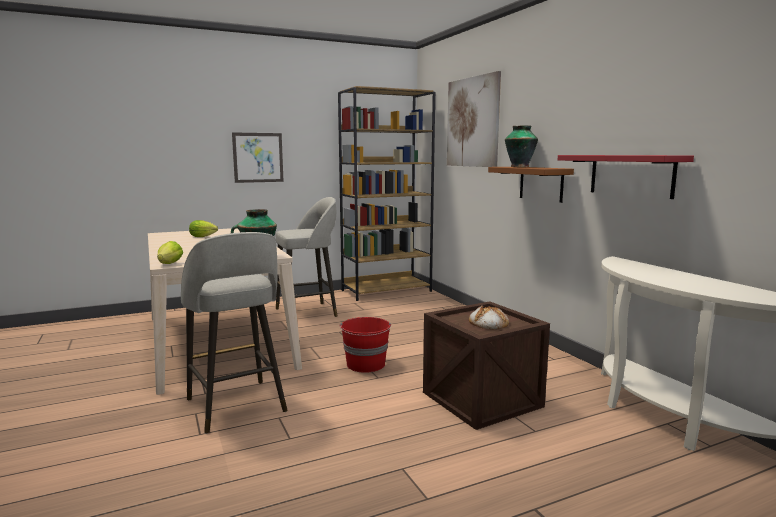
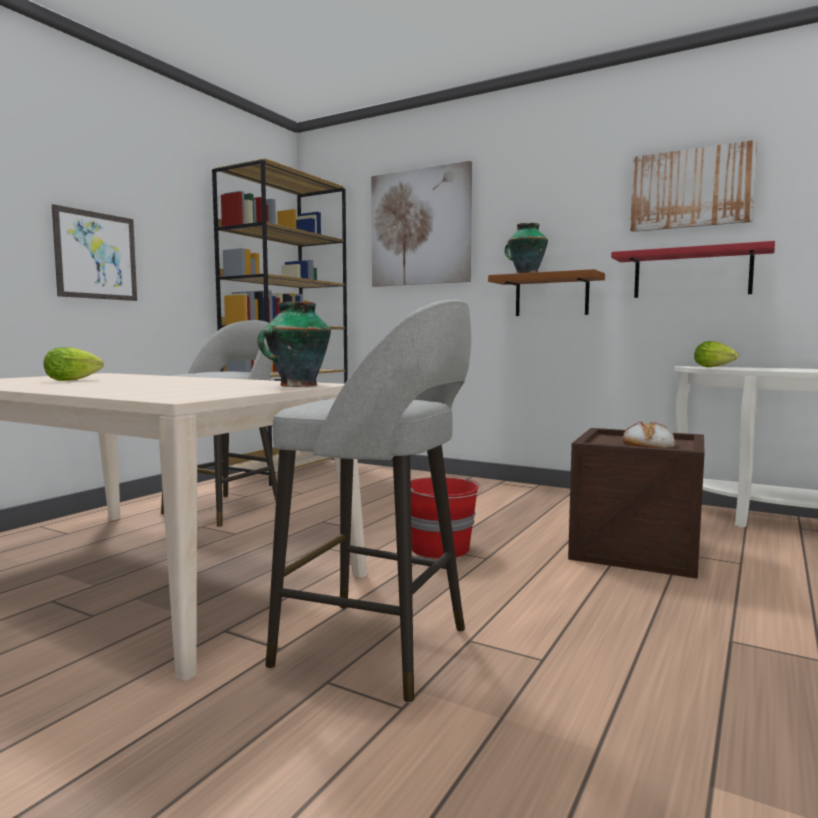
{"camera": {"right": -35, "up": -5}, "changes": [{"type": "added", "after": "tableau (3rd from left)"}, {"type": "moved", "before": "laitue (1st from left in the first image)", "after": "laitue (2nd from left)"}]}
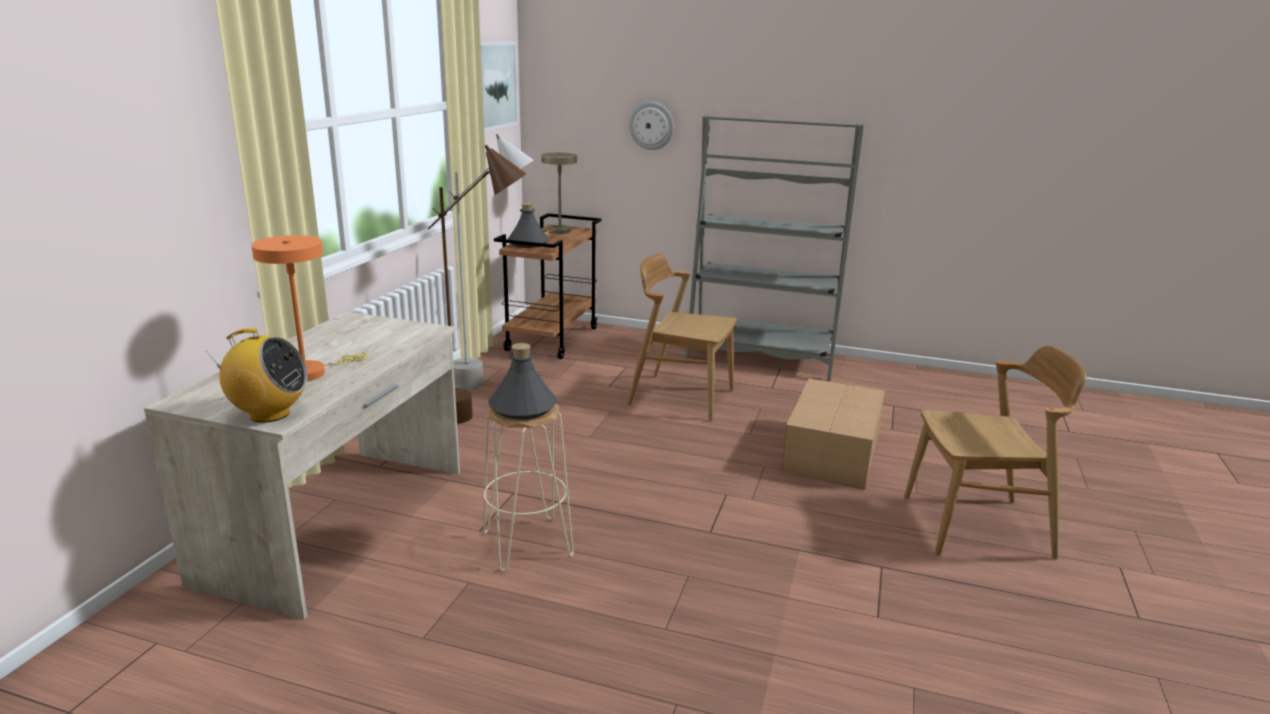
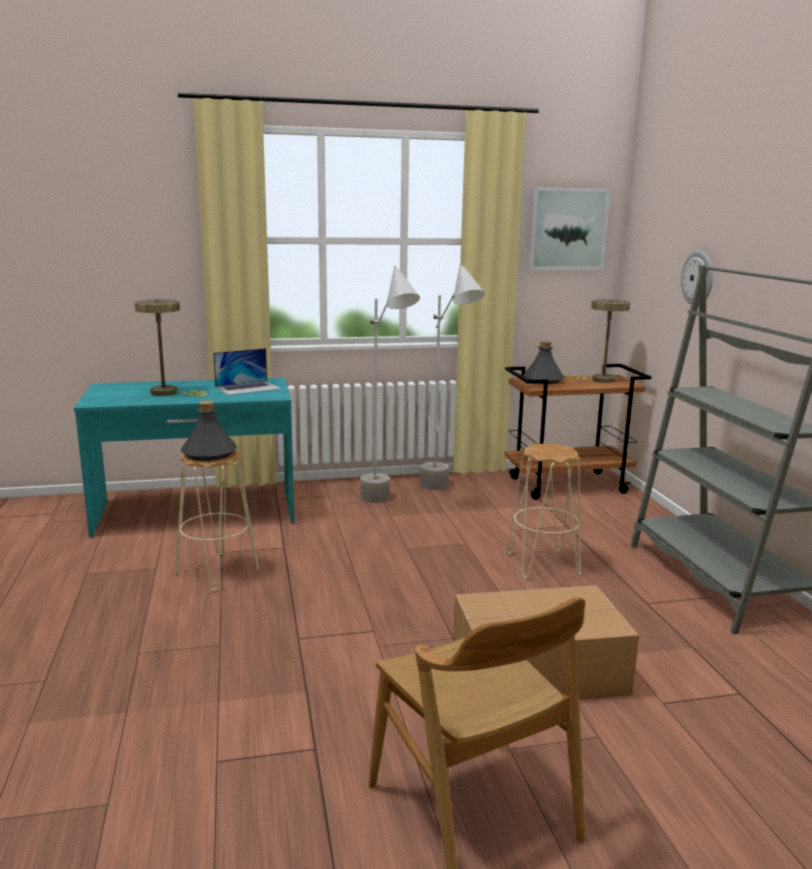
{"camera": {"right": 60, "up": -5}, "changes": [{"type": "removed", "before": "radio"}, {"type": "added", "after": "ordinateur portable"}, {"type": "replaced", "before": "chaise/marron (1st from left)", "after": "tabouret/beige (2nd from left)"}, {"type": "recoloured", "before": "bureau/beige", "after": "bureau/turquoise"}, {"type": "recoloured", "before": "lampe de table/orange", "after": "lampe de table/beige (1st from left)"}, {"type": "recoloured", "before": "lampadaire/marron", "after": "lampadaire/gris (1st from left)"}]}
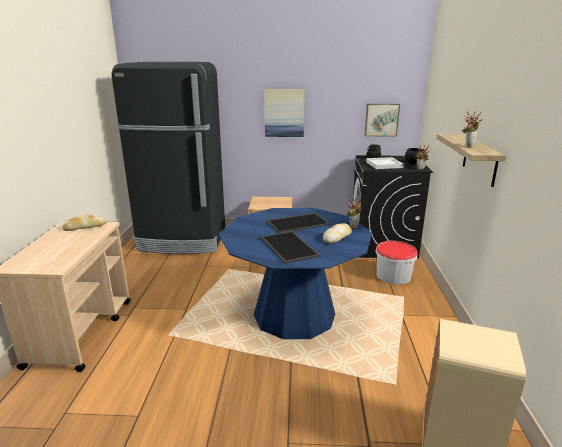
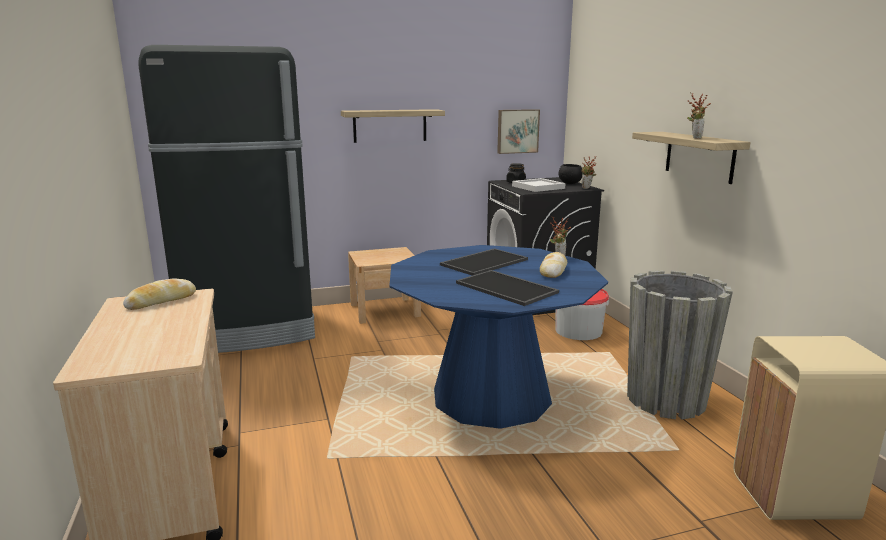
{"camera": {"right": -20, "up": -5}, "changes": [{"type": "added", "after": "cache-pot/gris"}, {"type": "replaced", "before": "tableau (1st from left)", "after": "étagère (1st from left)"}]}
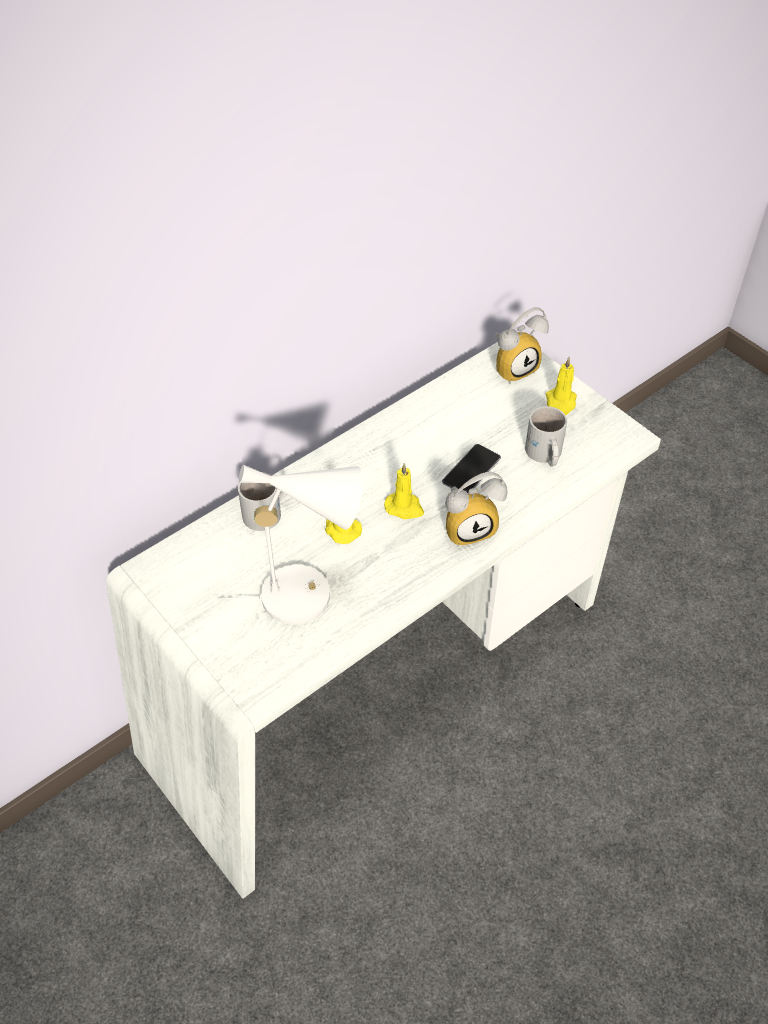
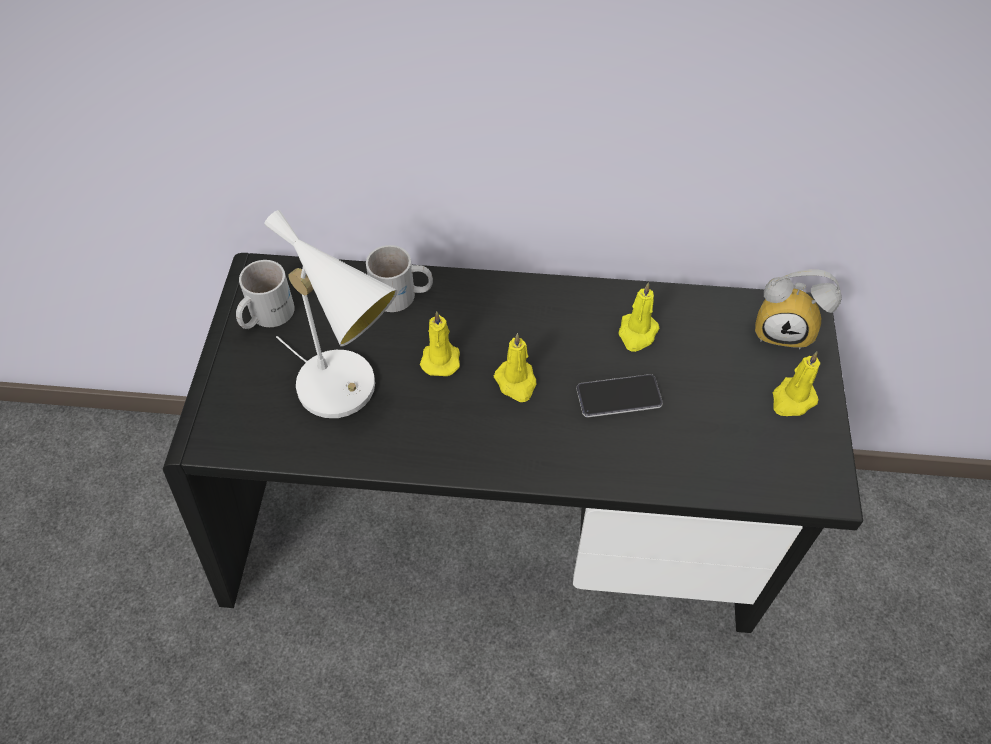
{"camera": {"right": 45, "up": 5}, "changes": [{"type": "removed", "before": "réveil (1st from left)"}, {"type": "added", "after": "bougie/jaune (3rd from left)"}, {"type": "moved", "before": "mug/blanc (2nd from left in the first image)", "after": "mug/blanc (1st from left)"}, {"type": "recoloured", "before": "bureau/blanc", "after": "bureau/noir"}]}
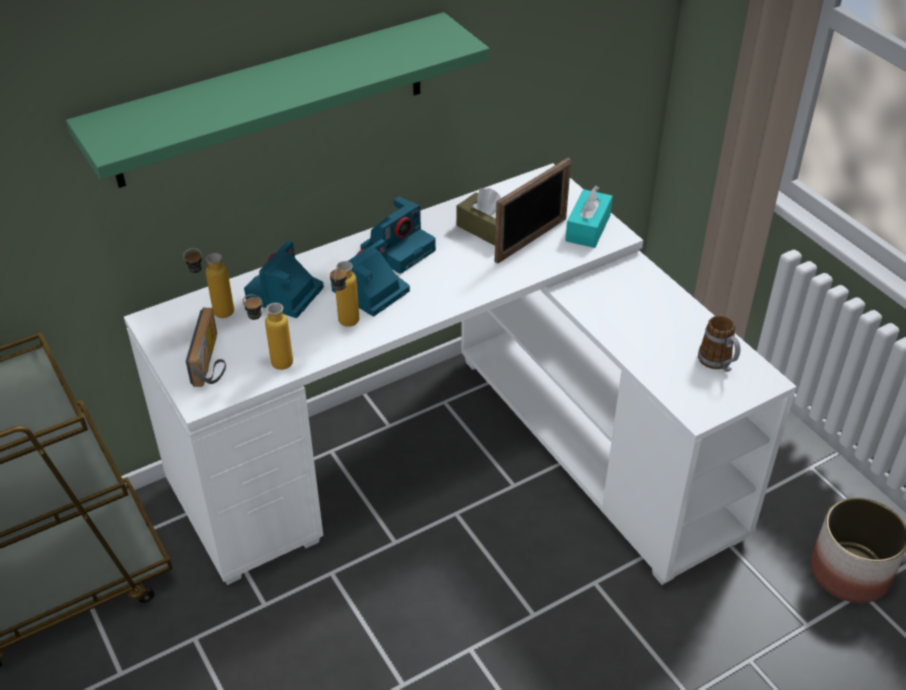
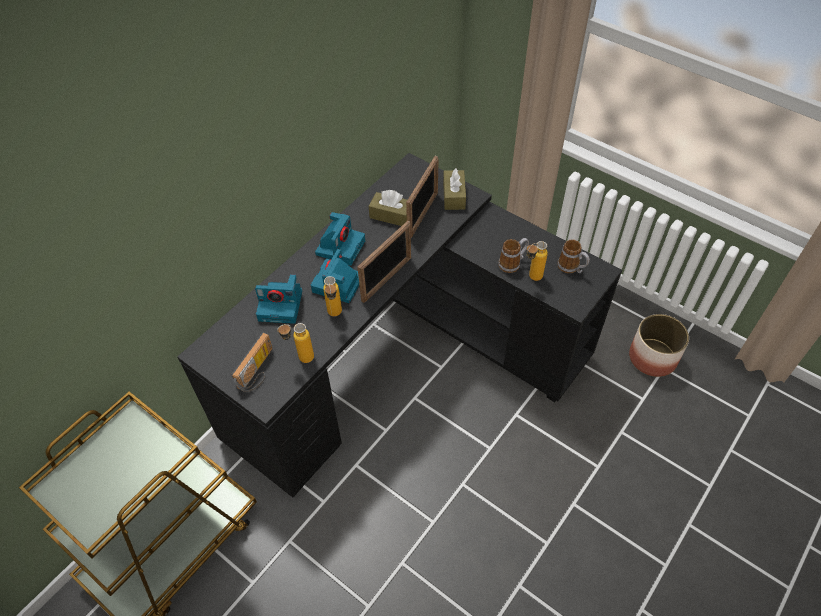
{"camera": {"right": -20, "up": 10}, "changes": [{"type": "removed", "before": "étagère/vert"}, {"type": "added", "after": "cadre photo (1st from left)"}, {"type": "added", "after": "mug (1st from left)"}, {"type": "moved", "before": "bouteille (1st from left in the first image)", "after": "bouteille (3rd from left)"}, {"type": "recoloured", "before": "bureau/blanc", "after": "bureau/noir"}, {"type": "recoloured", "before": "boîte à mouchoirs/turquoise", "after": "boîte à mouchoirs/marron (2nd from left)"}, {"type": "turned", "before": "radio", "turn": 45}, {"type": "turned", "before": "appareil photo (1st from left)", "turn": -90}]}
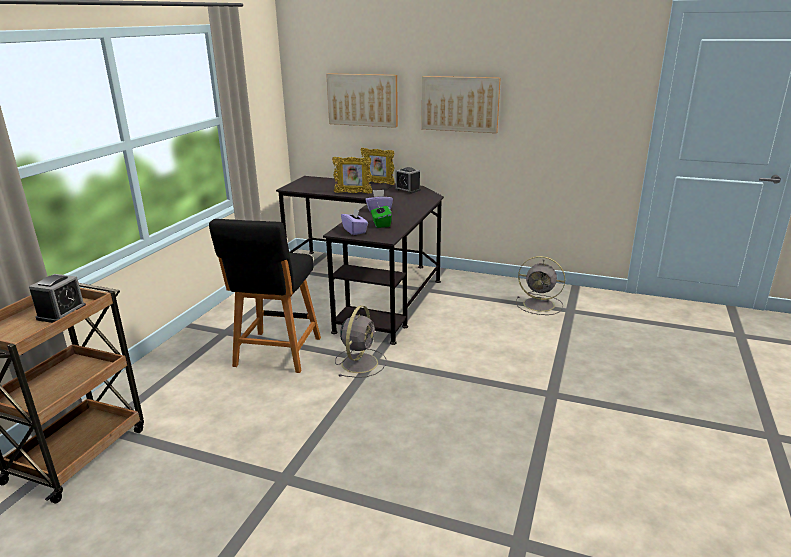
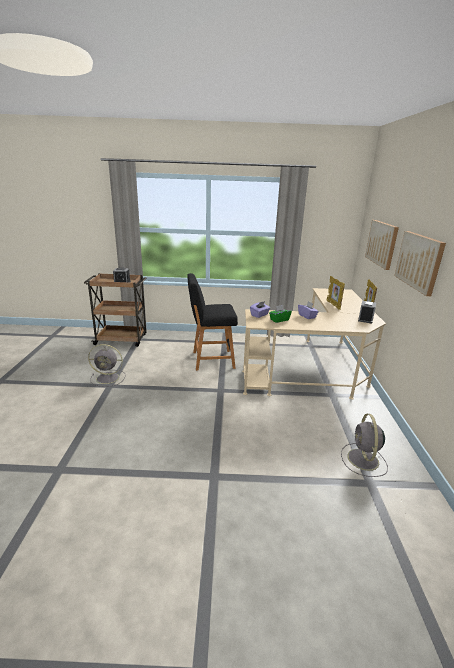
{"camera": {"right": 70, "up": 0}, "changes": [{"type": "moved", "before": "ventilateur/gris (1st from left)"}, {"type": "recoloured", "before": "bureau/noir", "after": "bureau/beige"}]}
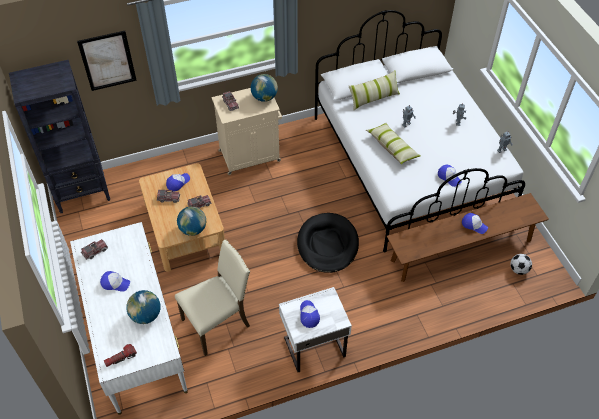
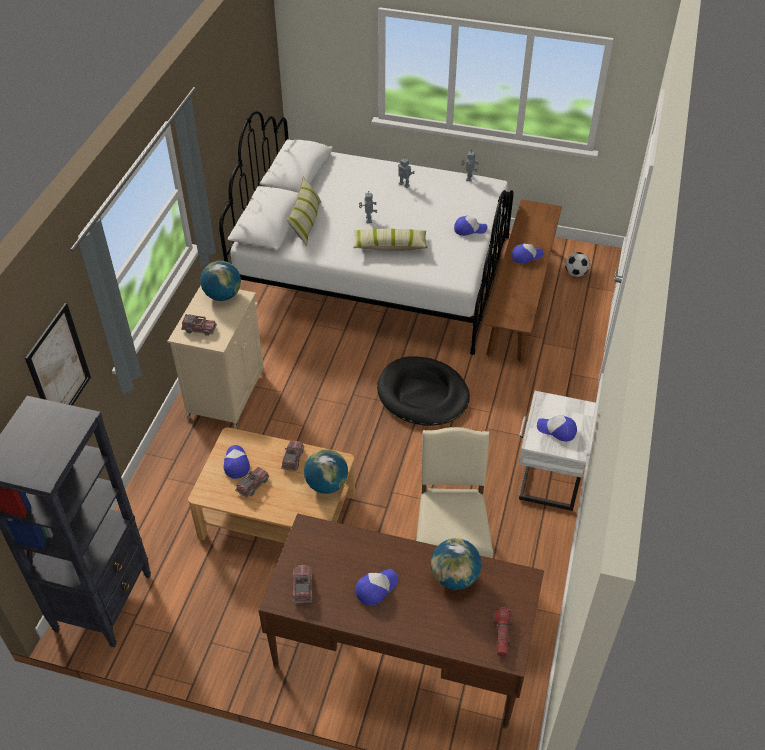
{"camera": {"right": -55, "up": -5}, "changes": [{"type": "recoloured", "before": "bureau/blanc", "after": "bureau/marron"}]}
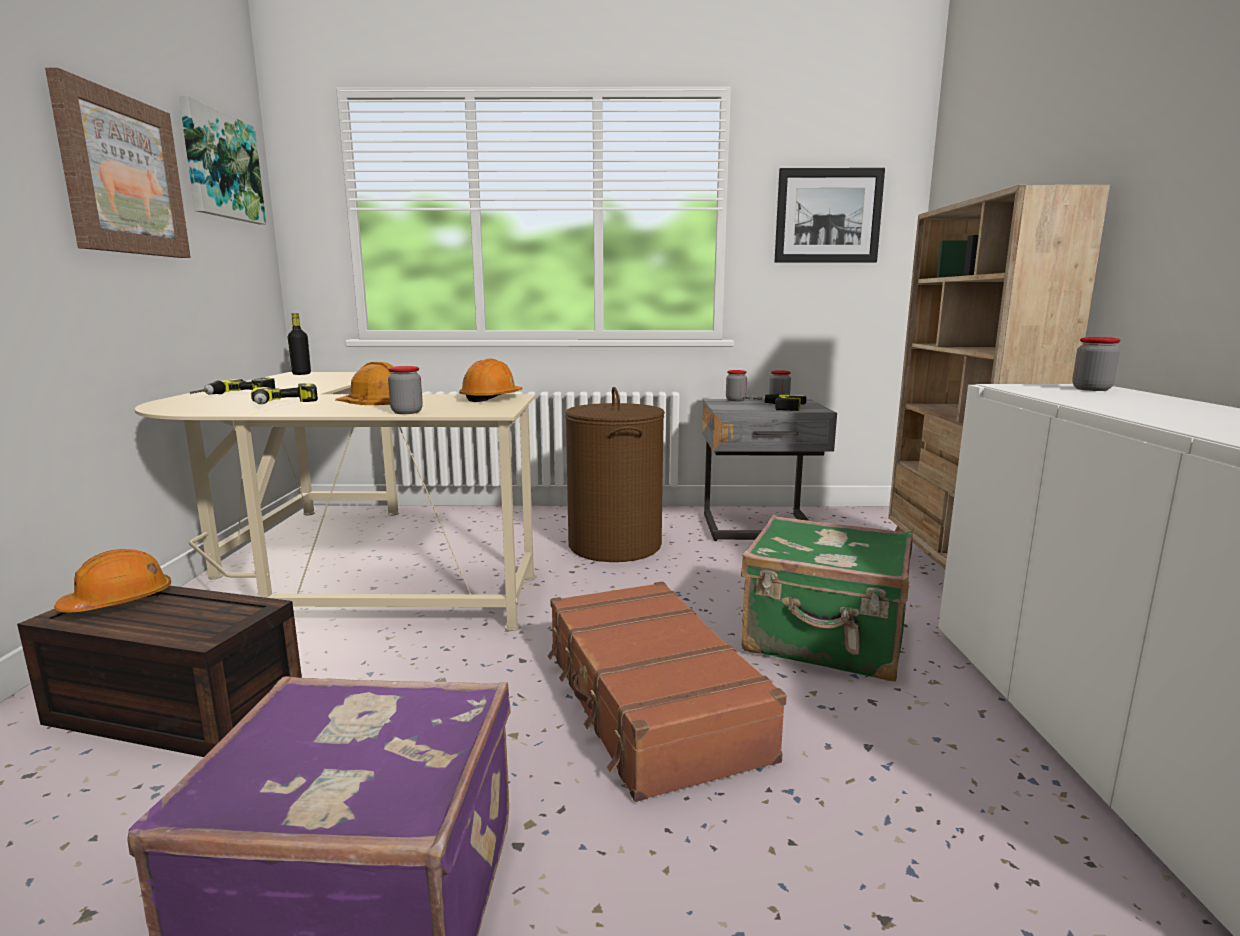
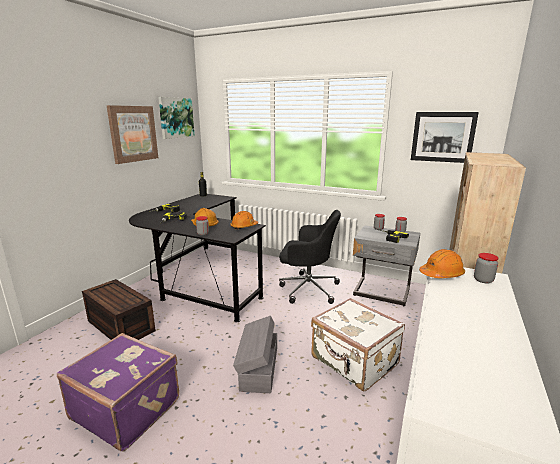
{"camera": {"right": 25, "up": 5}, "changes": [{"type": "moved", "before": "casque de chantier/orange (1st from left in the first image)", "after": "casque de chantier/orange (3rd from left)"}, {"type": "replaced", "before": "valise/marron", "after": "boîte de rangement/gris"}, {"type": "replaced", "before": "panier à linge/marron", "after": "chaise de bureau/noir"}, {"type": "recoloured", "before": "bureau/beige", "after": "bureau/noir"}, {"type": "recoloured", "before": "valise/vert", "after": "valise/blanc"}]}
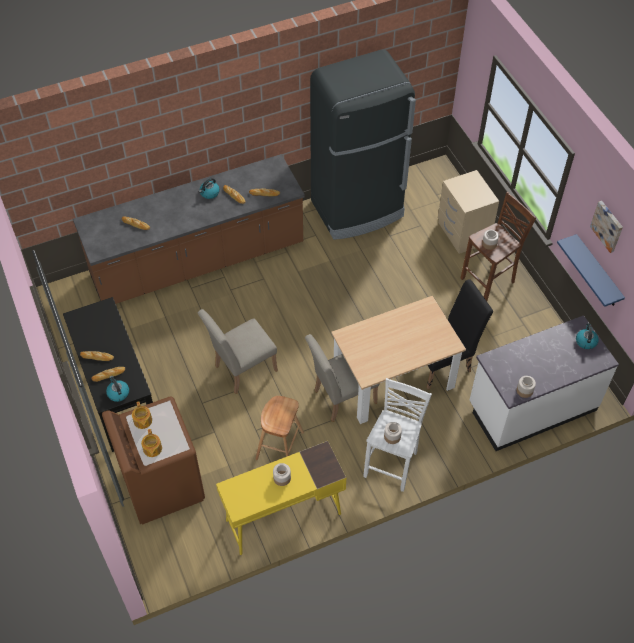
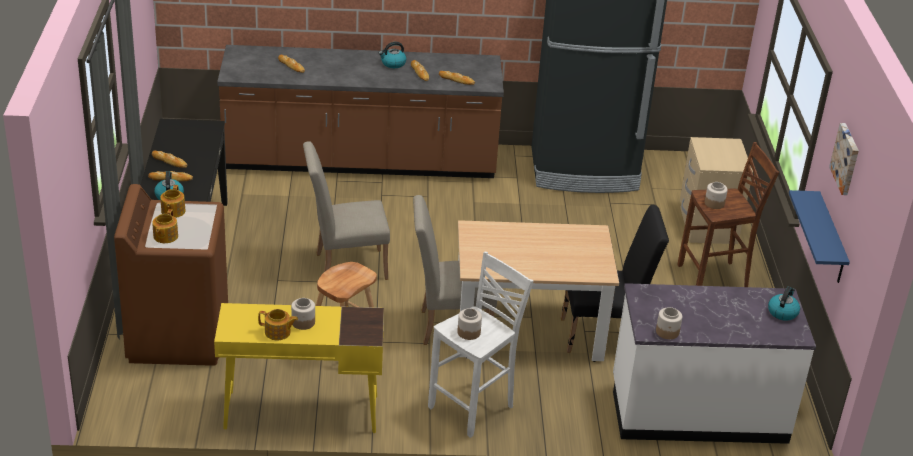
{"camera": {"right": 20, "up": -20}, "changes": [{"type": "added", "after": "théière (3rd from left)"}]}
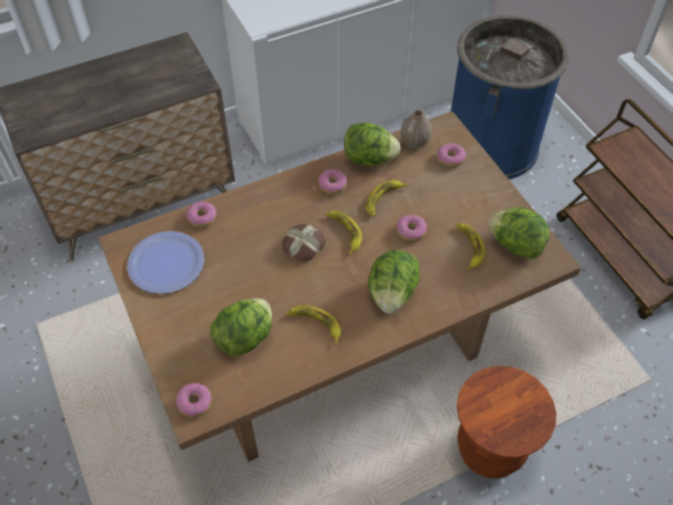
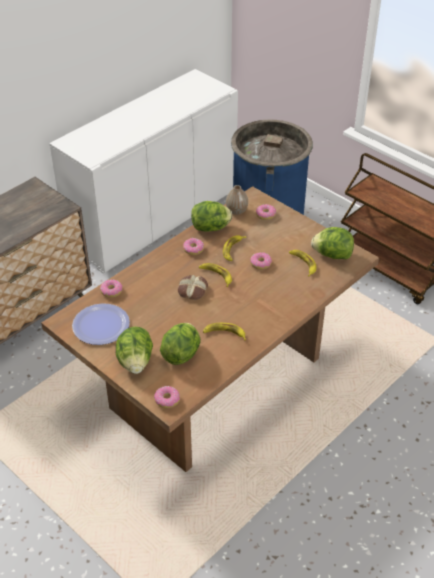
{"camera": {"right": -20, "up": -10}, "changes": [{"type": "removed", "before": "tabouret/marron"}, {"type": "moved", "before": "laitue (3rd from left in the first image)", "after": "laitue (1st from left)"}]}
